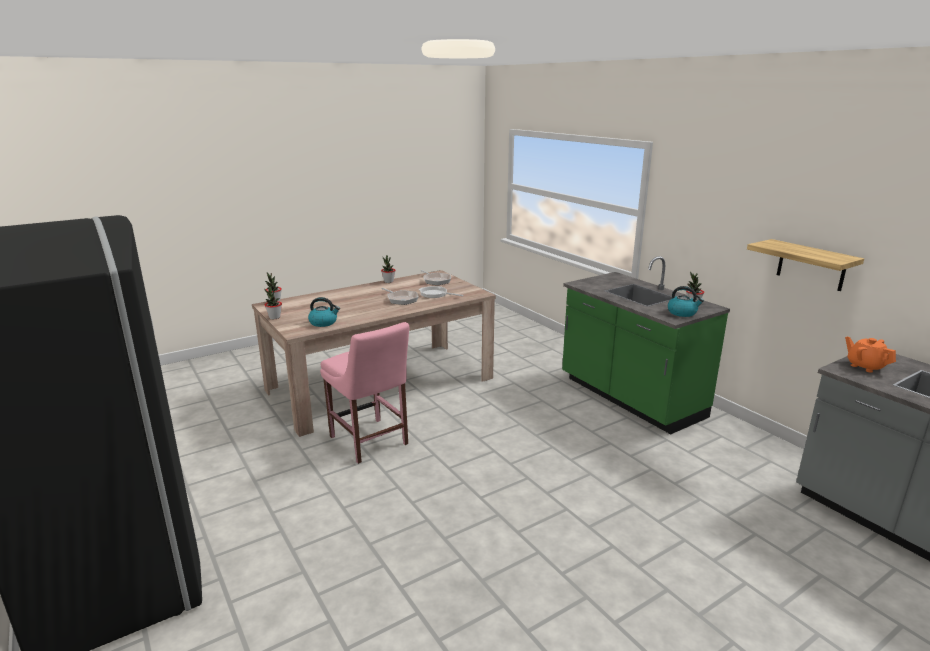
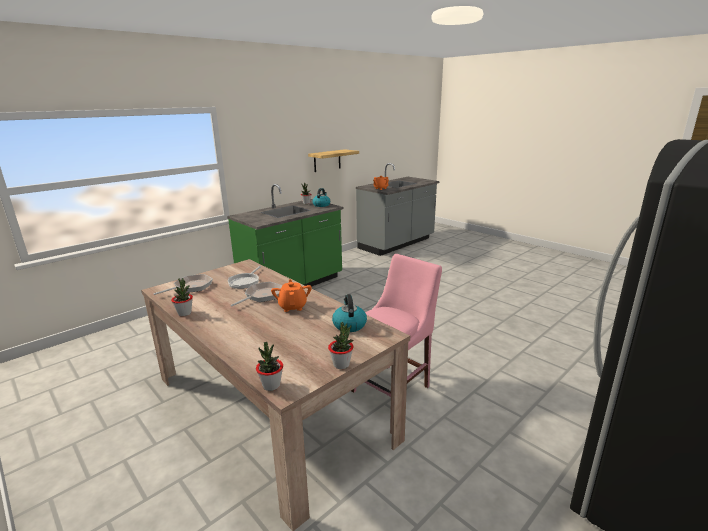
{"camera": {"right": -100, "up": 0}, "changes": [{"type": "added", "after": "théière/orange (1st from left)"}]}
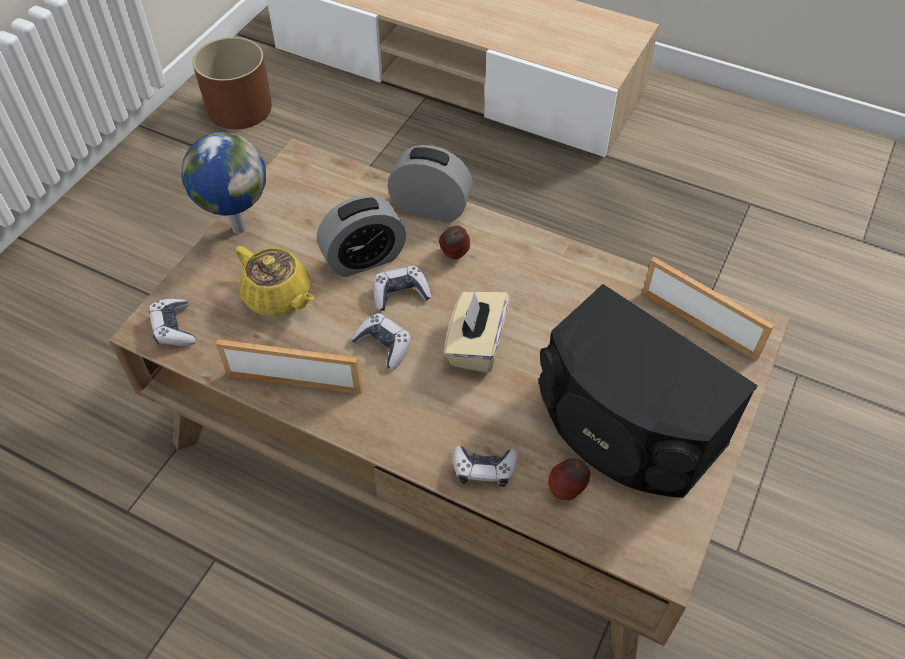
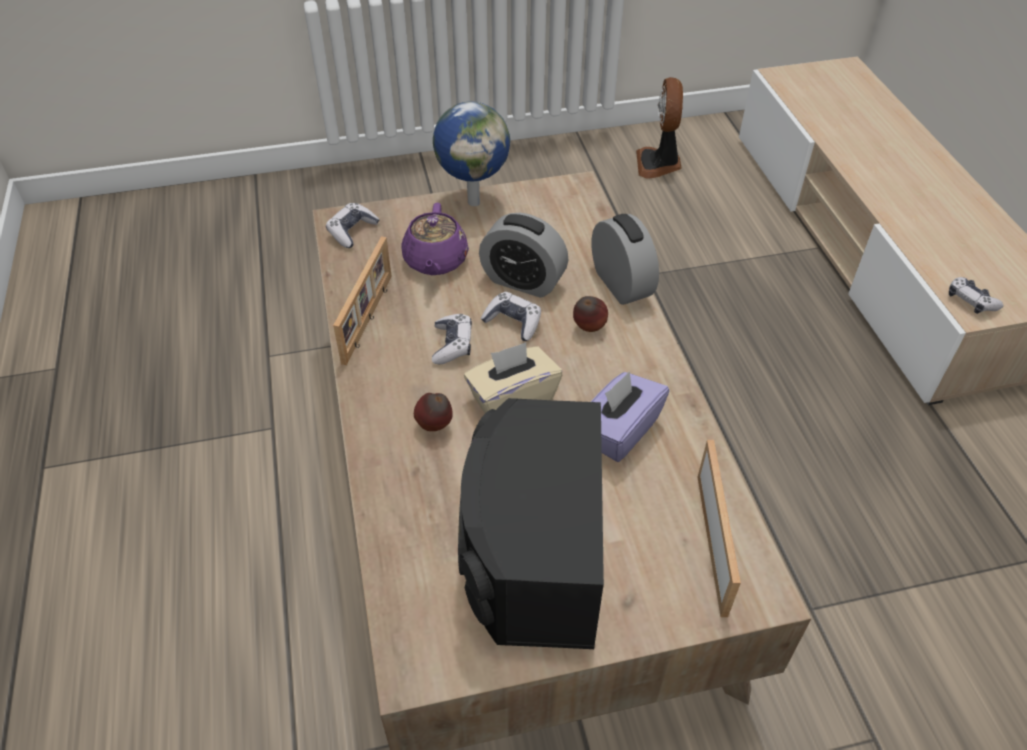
{"camera": {"right": 50, "up": -5}, "changes": [{"type": "added", "after": "boîte à mouchoirs/violet"}, {"type": "moved", "before": "manette (4th from left)"}, {"type": "moved", "before": "pomme (2nd from left in the first image)", "after": "pomme (1st from left)"}, {"type": "replaced", "before": "cache-pot/marron", "after": "ventilateur"}, {"type": "recoloured", "before": "théière/jaune", "after": "théière/violet"}, {"type": "turned", "before": "cadre photo (1st from left)", "turn": 45}]}
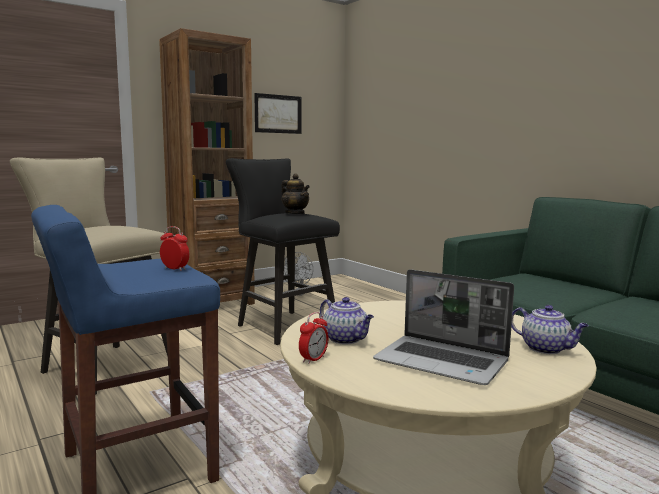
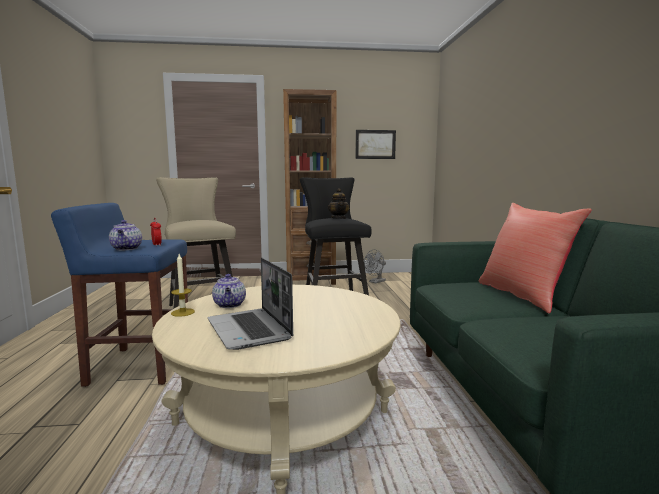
{"camera": {"right": 30, "up": 0}, "changes": [{"type": "added", "after": "coussin/rouge"}, {"type": "moved", "before": "théière (3rd from left in the first image)", "after": "théière (1st from left)"}, {"type": "replaced", "before": "réveil (2nd from left)", "after": "bougie"}]}
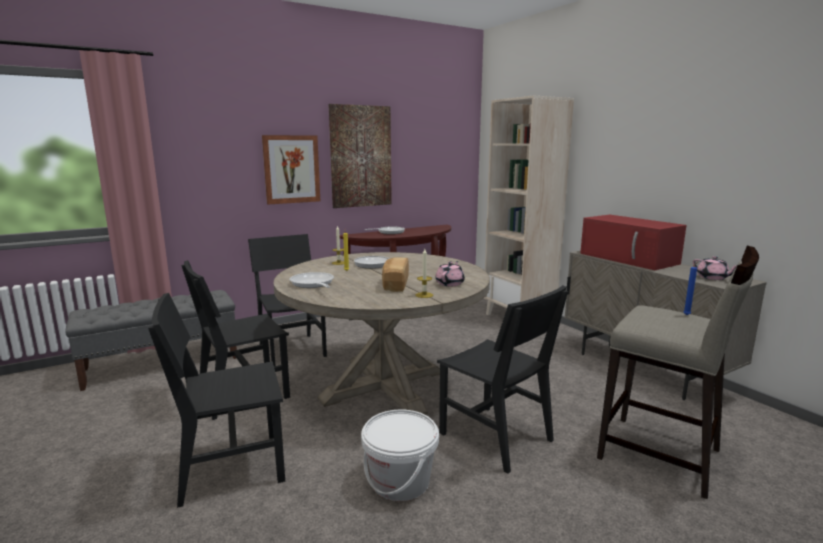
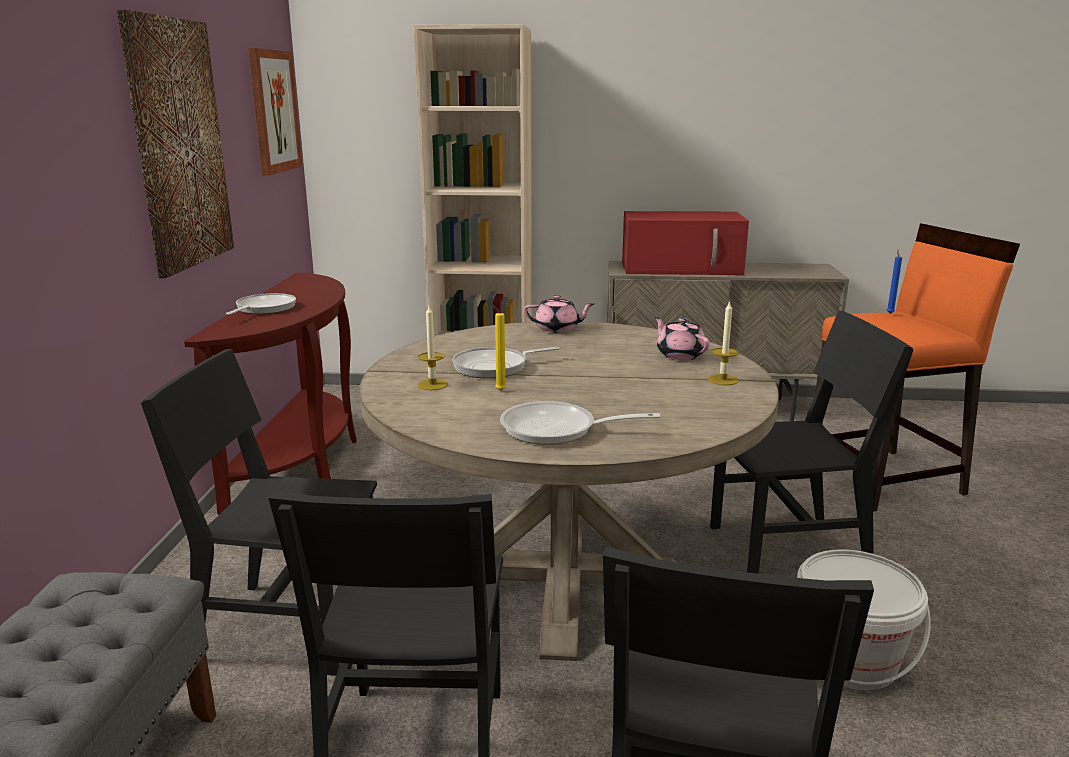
{"camera": {"right": -55, "up": 5}, "changes": [{"type": "removed", "before": "pain"}, {"type": "moved", "before": "tableau (1st from left in the first image)", "after": "tableau (2nd from left)"}, {"type": "moved", "before": "théière/rose (2nd from left in the first image)", "after": "théière/rose (1st from left)"}, {"type": "recoloured", "before": "tabouret/beige", "after": "tabouret/orange"}]}
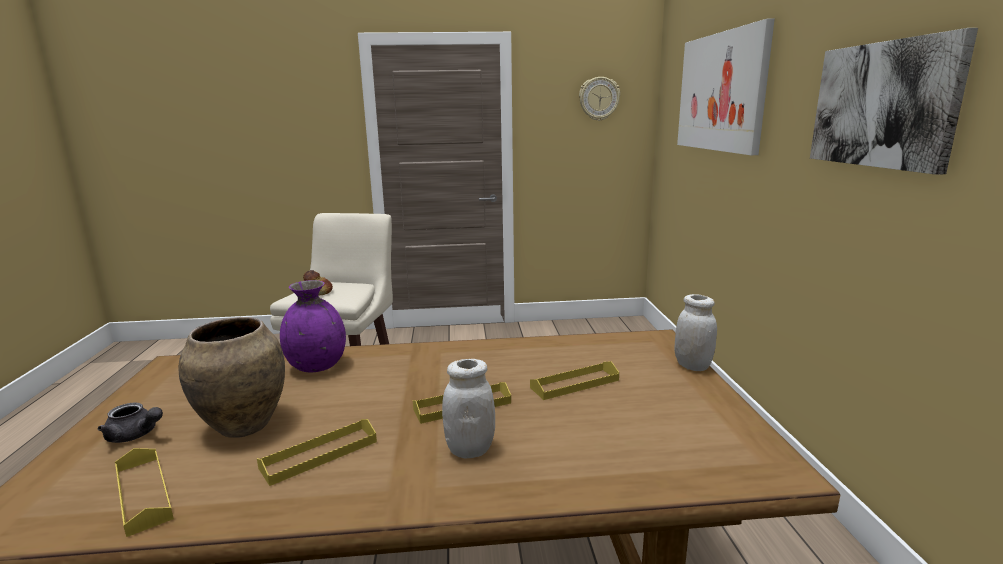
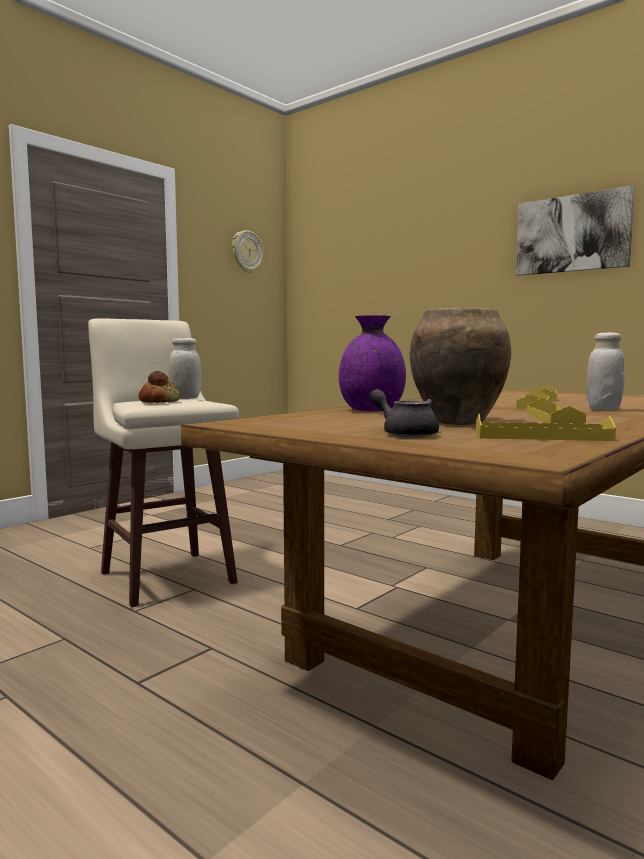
{"camera": {"right": -45, "up": -10}, "changes": [{"type": "removed", "before": "tableau (1st from left)"}, {"type": "moved", "before": "bocal/blanc (2nd from left in the first image)", "after": "bocal/blanc (1st from left)"}, {"type": "turned", "before": "théière/gris", "turn": -105}]}
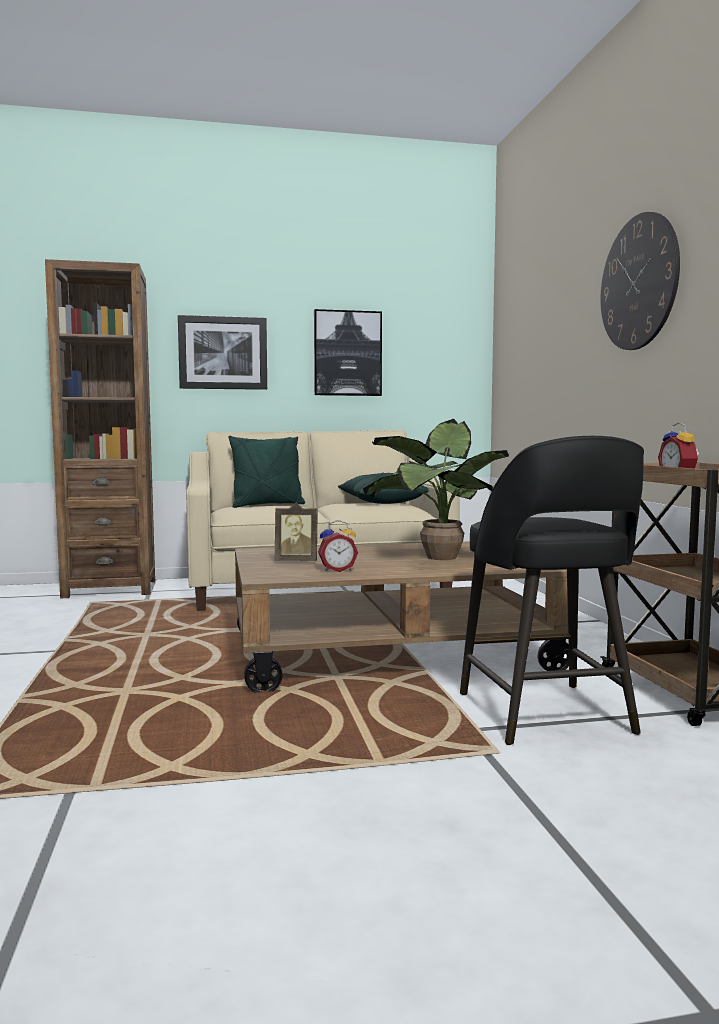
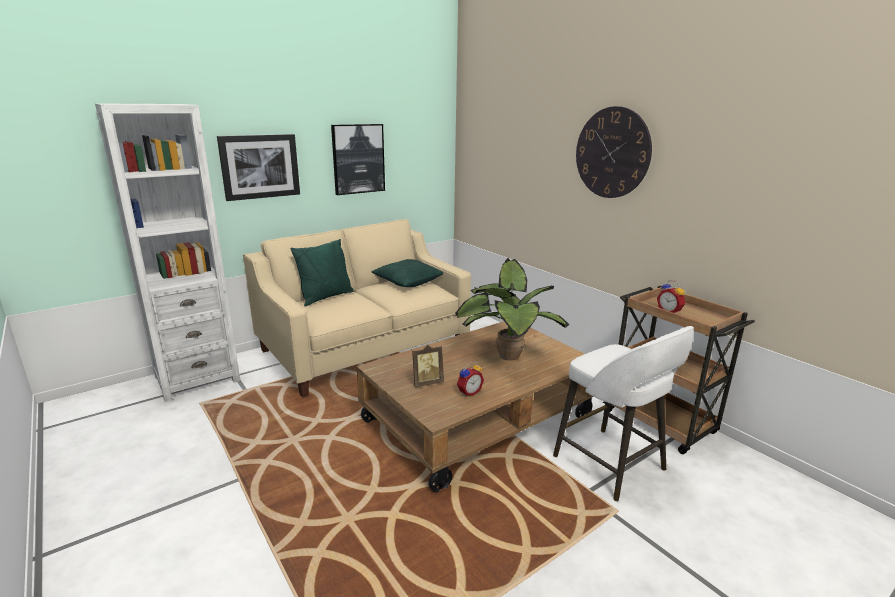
{"camera": {"right": -25, "up": 15}, "changes": [{"type": "recoloured", "before": "bibliothèque/marron", "after": "bibliothèque/blanc"}, {"type": "recoloured", "before": "tabouret/noir", "after": "tabouret/blanc"}]}
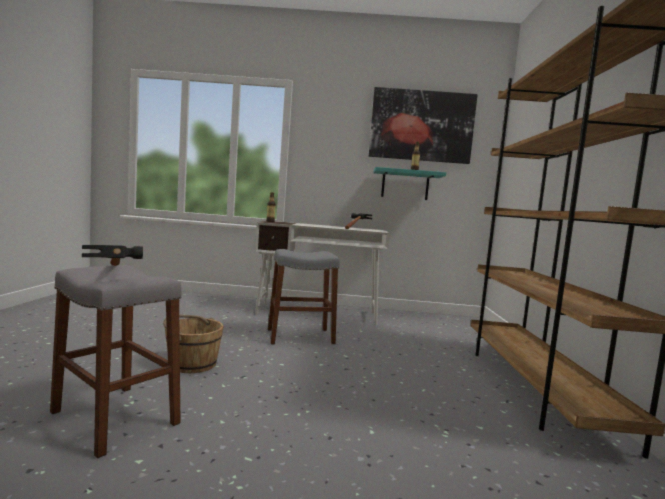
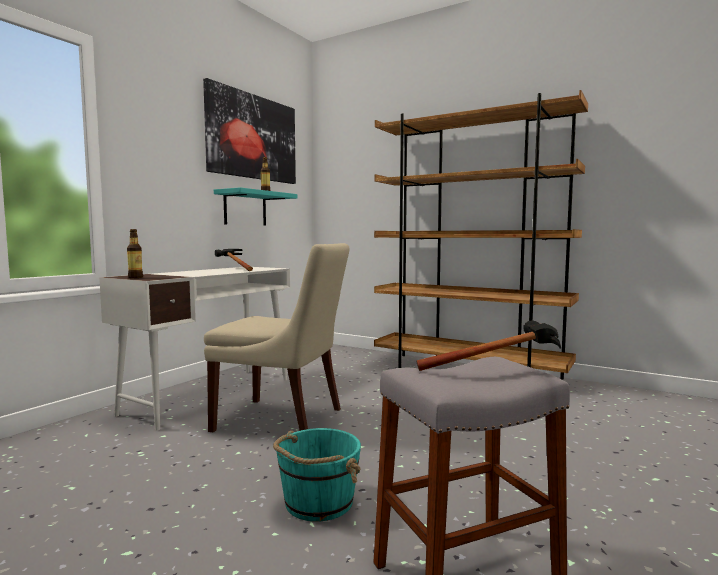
{"camera": {"right": -60, "up": 0}, "changes": [{"type": "replaced", "before": "tabouret/gris (2nd from left)", "after": "chaise/beige"}, {"type": "recoloured", "before": "seau/marron", "after": "seau/turquoise"}]}
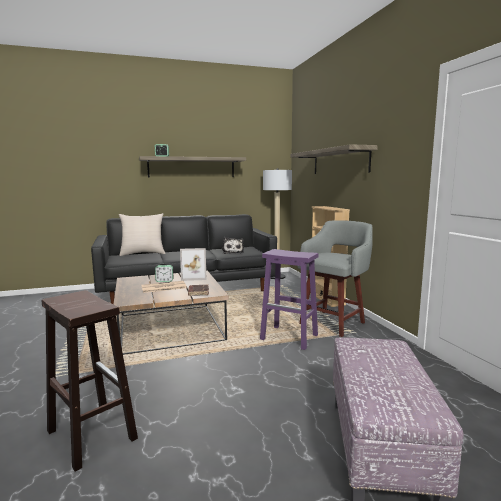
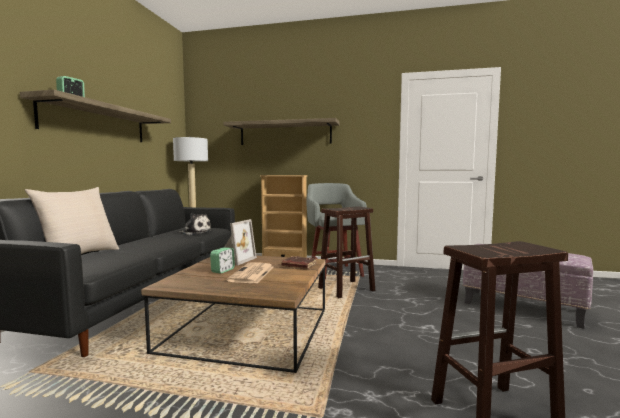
{"camera": {"right": -60, "up": -5}, "changes": [{"type": "recoloured", "before": "tabouret/violet", "after": "tabouret/marron (1st from left)"}]}
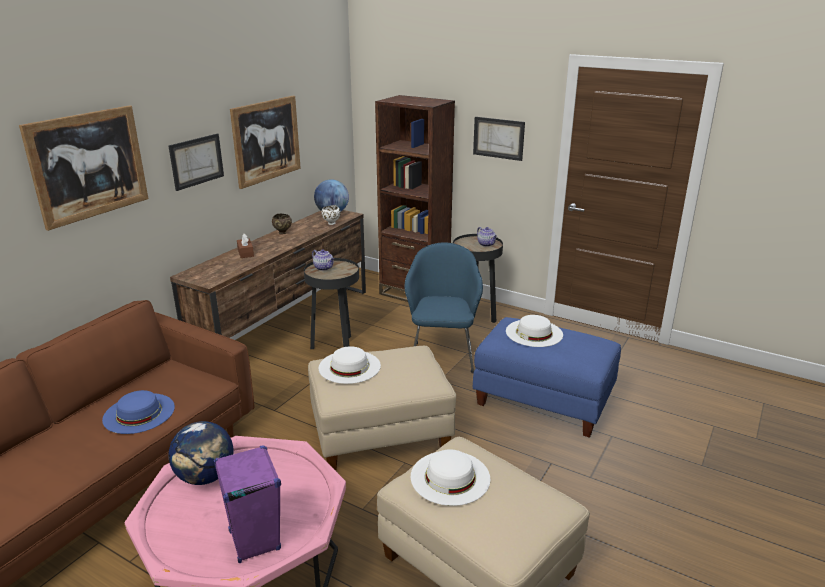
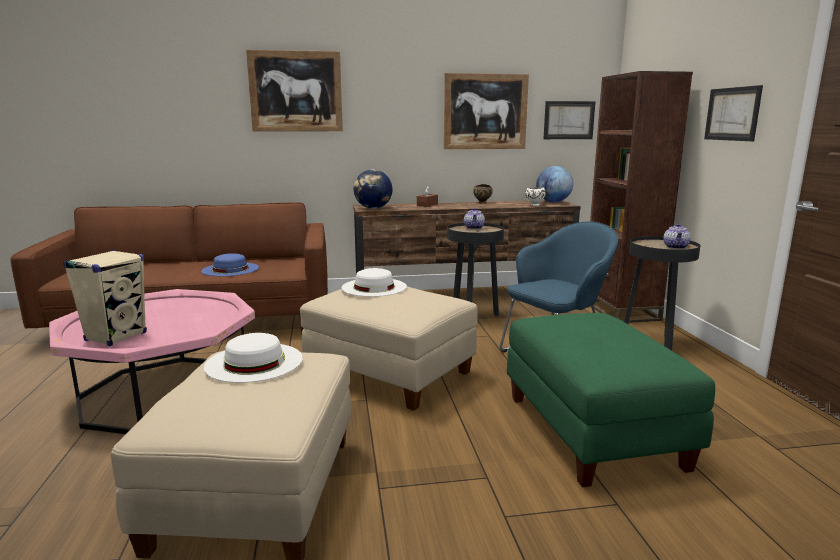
{"camera": {"right": 50, "up": -10}, "changes": [{"type": "removed", "before": "chapeau/blanc (3rd from left)"}, {"type": "moved", "before": "globe (1st from left)"}, {"type": "moved", "before": "tableau (2nd from left in the first image)", "after": "tableau (3rd from left)"}, {"type": "recoloured", "before": "enceinte/violet", "after": "enceinte/beige"}, {"type": "recoloured", "before": "pouf/bleu", "after": "pouf/vert"}]}
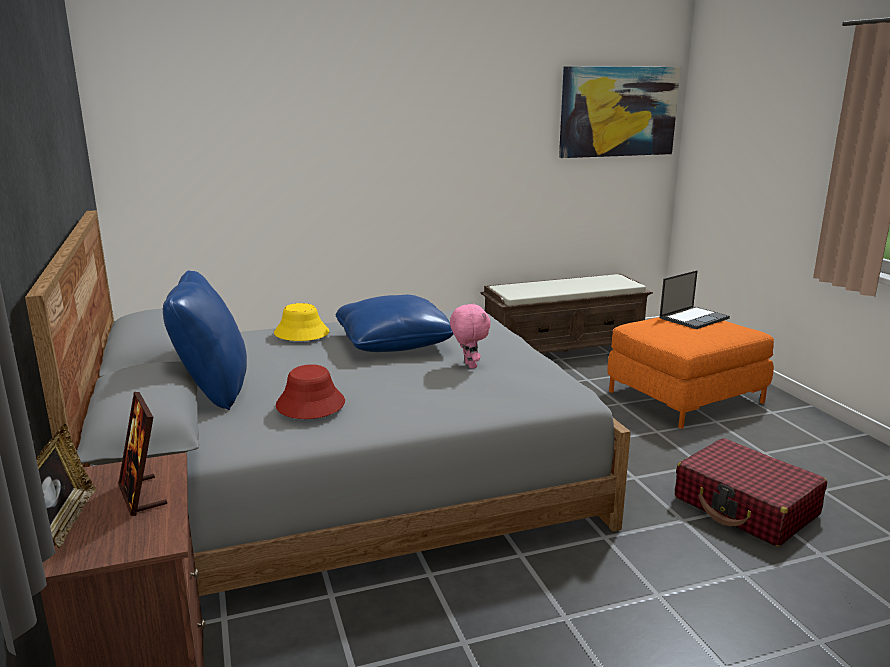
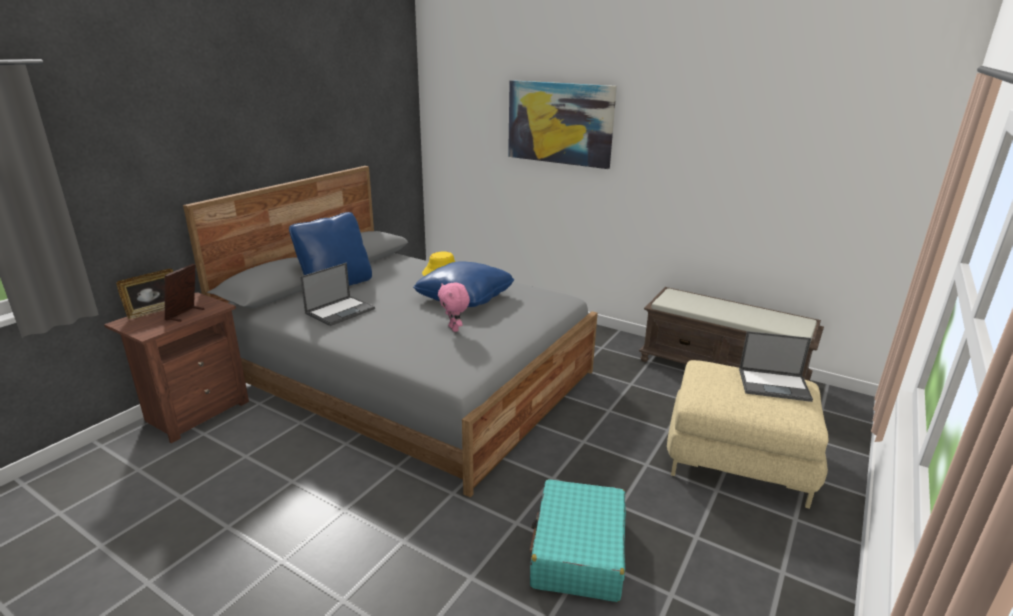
{"camera": {"right": 50, "up": 5}, "changes": [{"type": "moved", "before": "tableau"}, {"type": "replaced", "before": "chapeau/rouge", "after": "ordinateur portable (1st from left)"}, {"type": "recoloured", "before": "pouf/orange", "after": "pouf/beige"}, {"type": "recoloured", "before": "valise/rouge", "after": "valise/turquoise"}, {"type": "turned", "before": "peluche/rose", "turn": 120}]}
